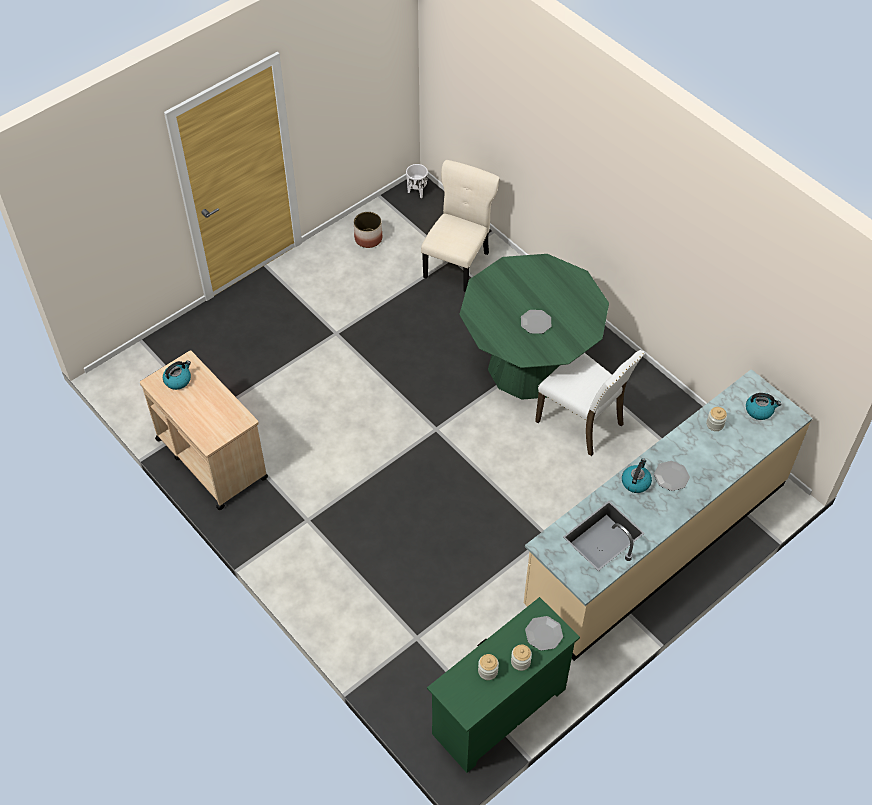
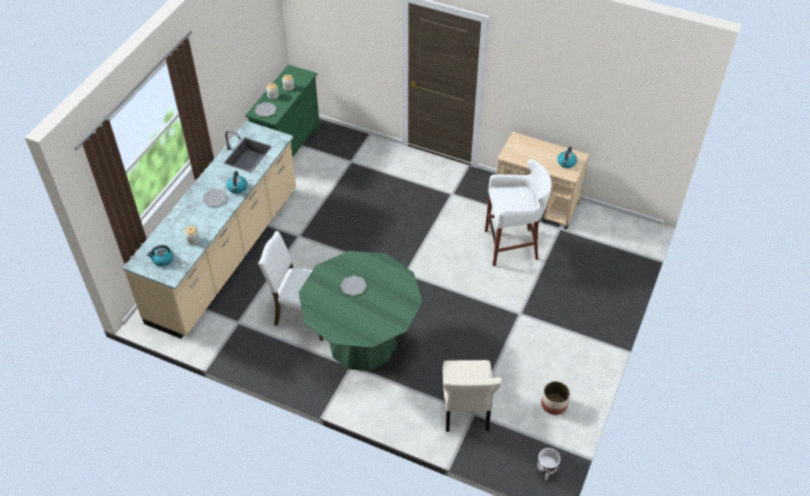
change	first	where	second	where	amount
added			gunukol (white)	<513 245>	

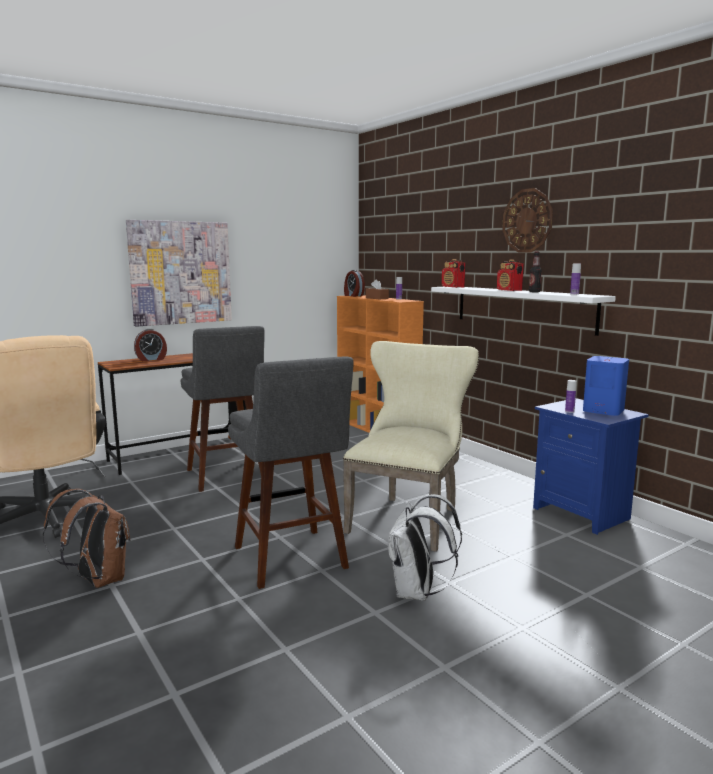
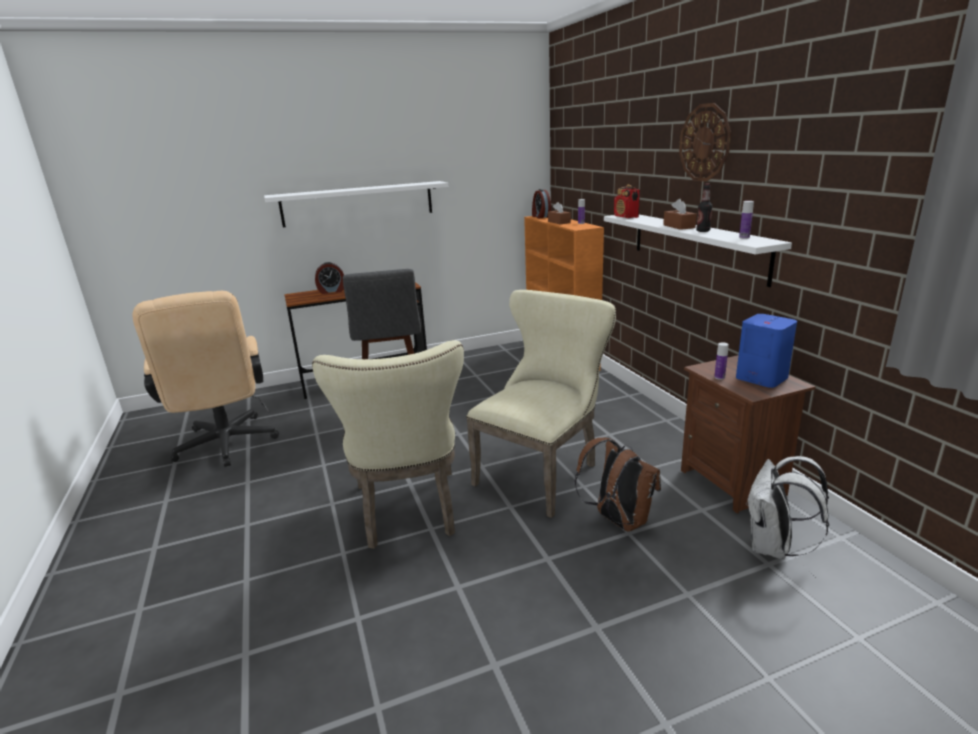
change	first	where	second	where	amount
replaced	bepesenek	<180 273>	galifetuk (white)	<358 203>	
replaced	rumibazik	<509 290>	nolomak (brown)	<679 226>	
replaced	gunukol (grey)	<292 560>	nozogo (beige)	<409 513>	
recoloured	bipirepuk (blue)	<582 513>	bipirepuk (brown)	<734 482>	
moved	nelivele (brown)	<97 580>		<617 520>	
moved	nelivele (white)	<417 592>		<773 548>	

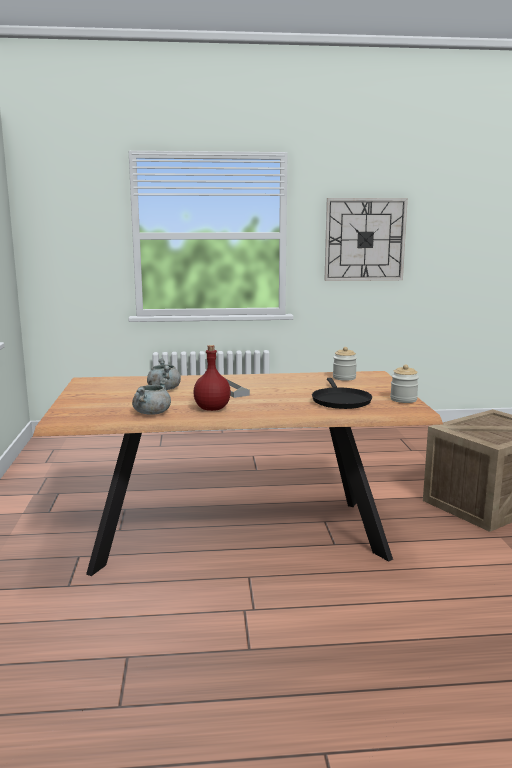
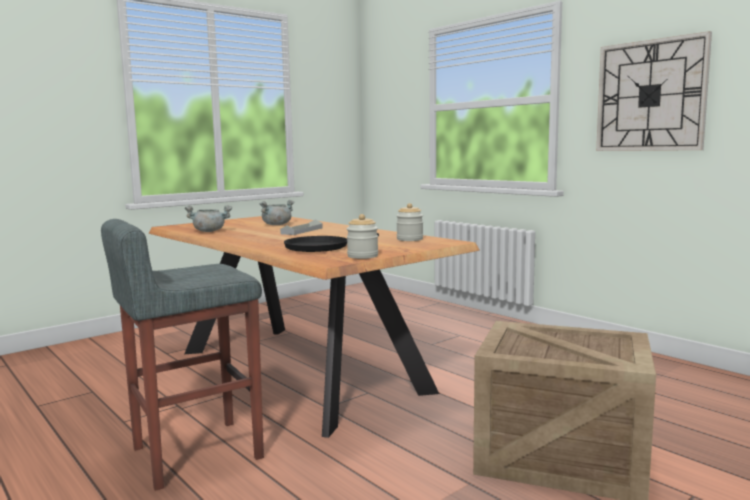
change	first	where	second	where	amount
removed	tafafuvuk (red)	<211 408>			
added			gunukol (grey)	<194 453>	

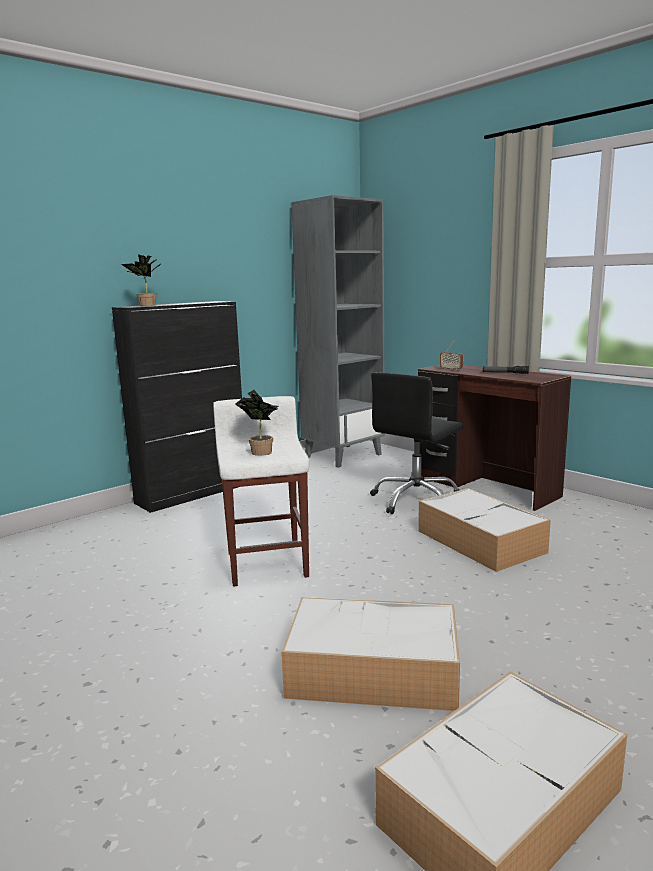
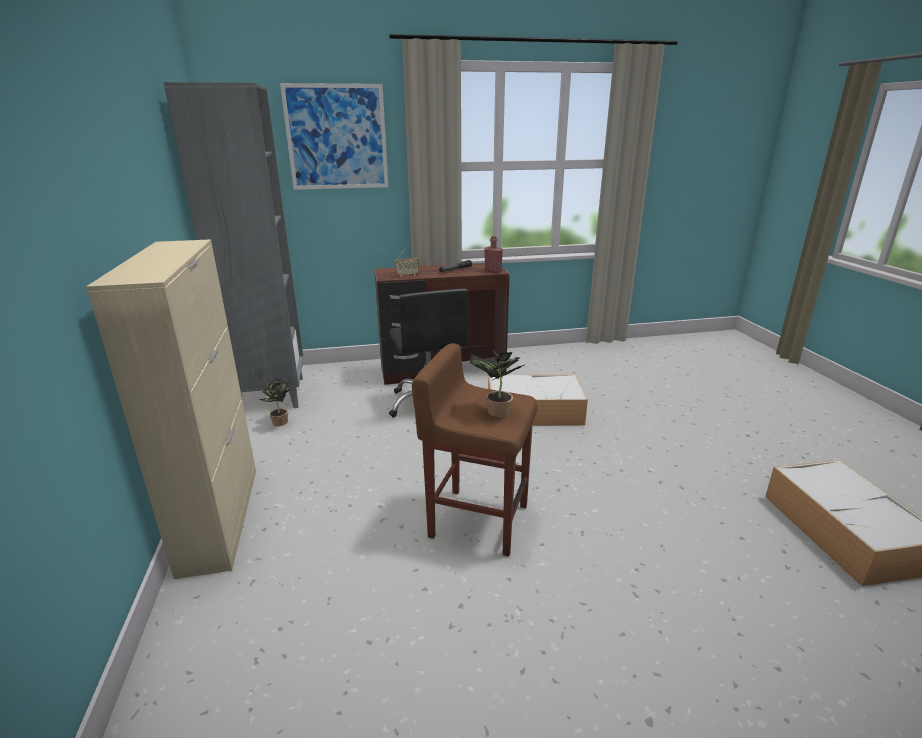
change	first	where	second	where	amount
moved	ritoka	<146 306>		<281 423>	
recoloured	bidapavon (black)	<193 493>	bidapavon (beige)	<221 517>	
recoloured	gunukol (white)	<267 563>	gunukol (brown)	<477 520>	
removed	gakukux	<370 671>			
added			bepesenek	<337 137>	
added			tafafuvuk (red)	<493 271>	

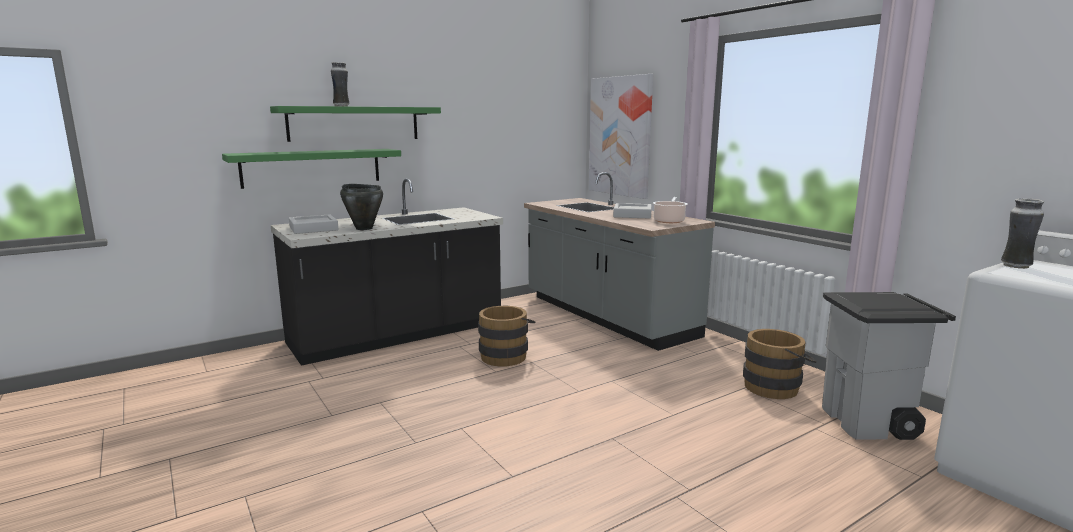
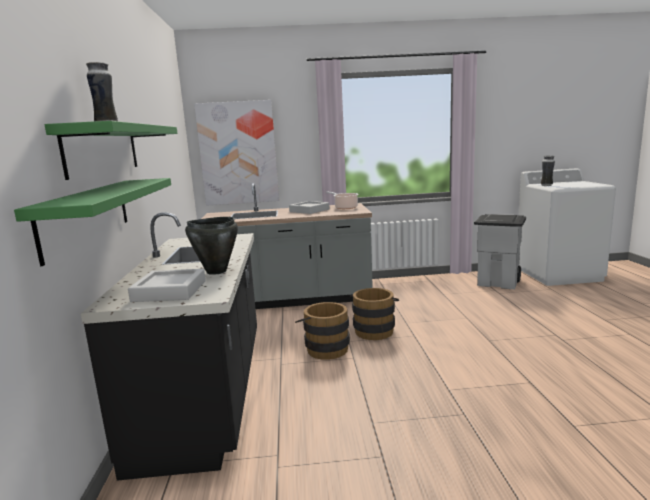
change	first	where	second	where	amount
moved	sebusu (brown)	<775 387>		<375 330>	

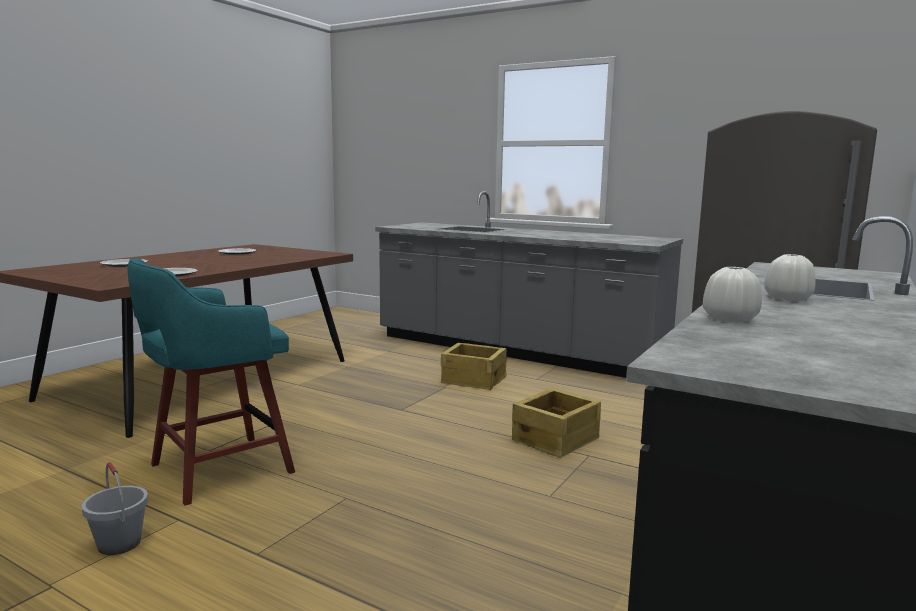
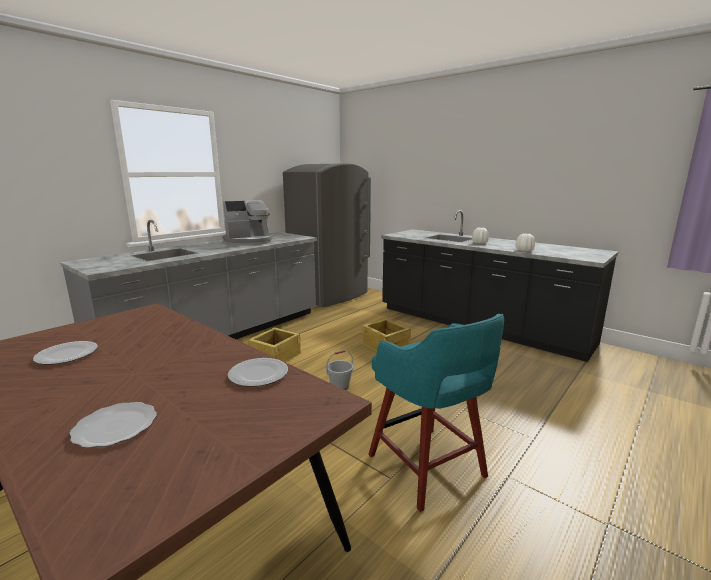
change	first	where	second	where	amount
moved	sebusu (grey)	<120 544>		<340 386>	
added			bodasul	<249 241>	

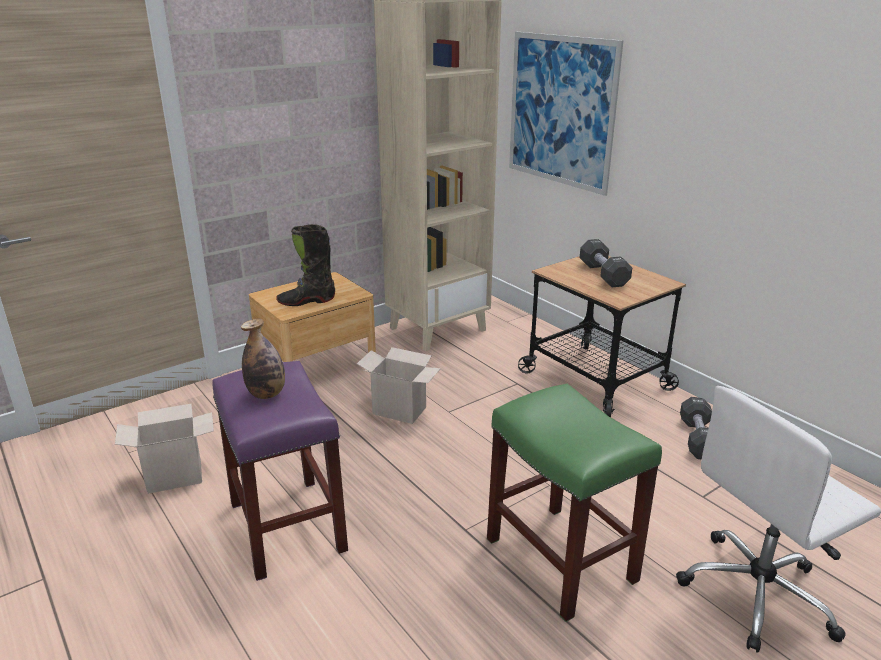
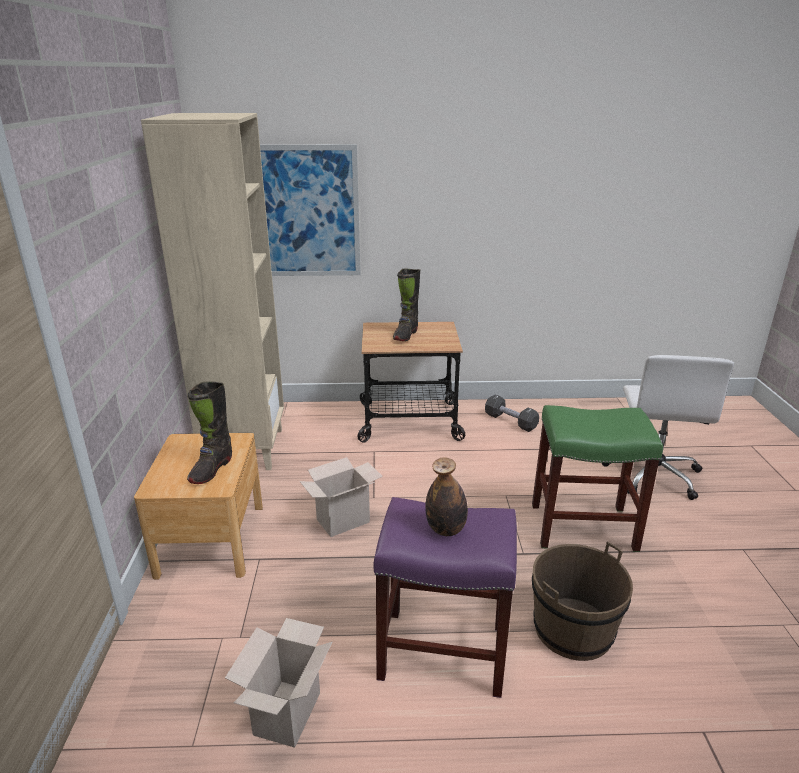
change	first	where	second	where	amount
replaced	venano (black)	<603 275>	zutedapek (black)	<405 335>	
added			sebusu (brown)	<573 630>	

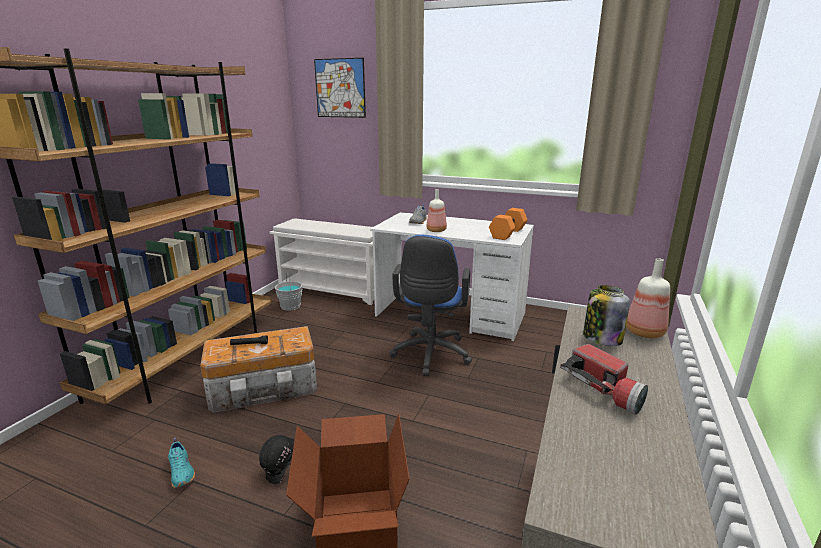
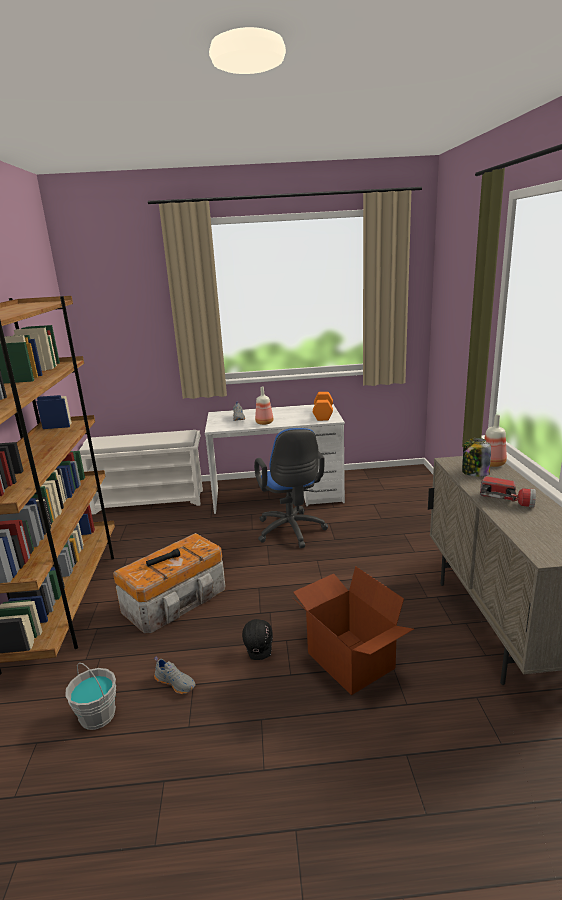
change	first	where	second	where	amount
removed	bepesenek	<340 88>			
moved	sebusu (grey)	<290 306>		<97 715>	
recoloured	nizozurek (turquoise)	<182 472>	nizozurek (grey)	<176 682>	

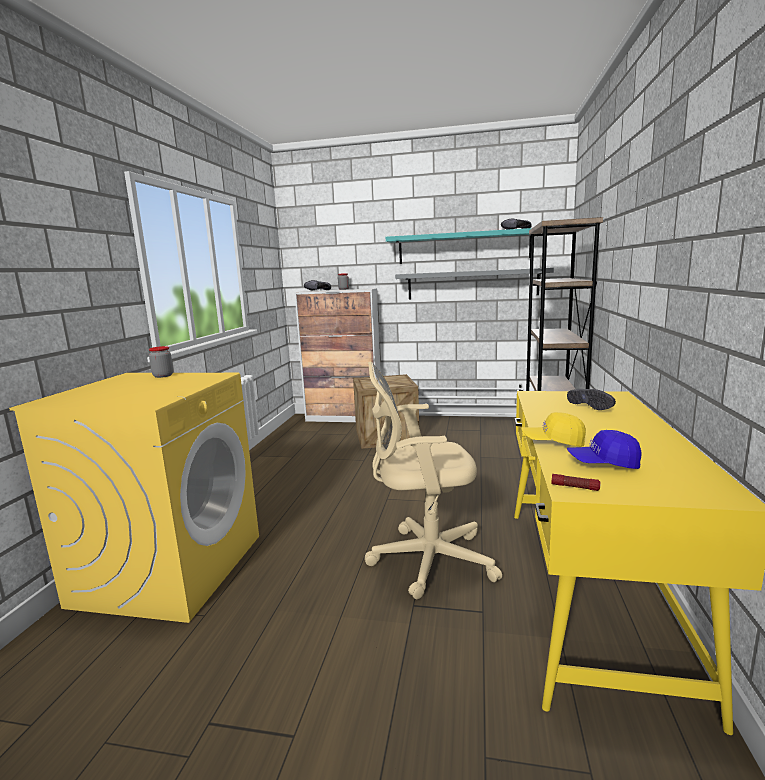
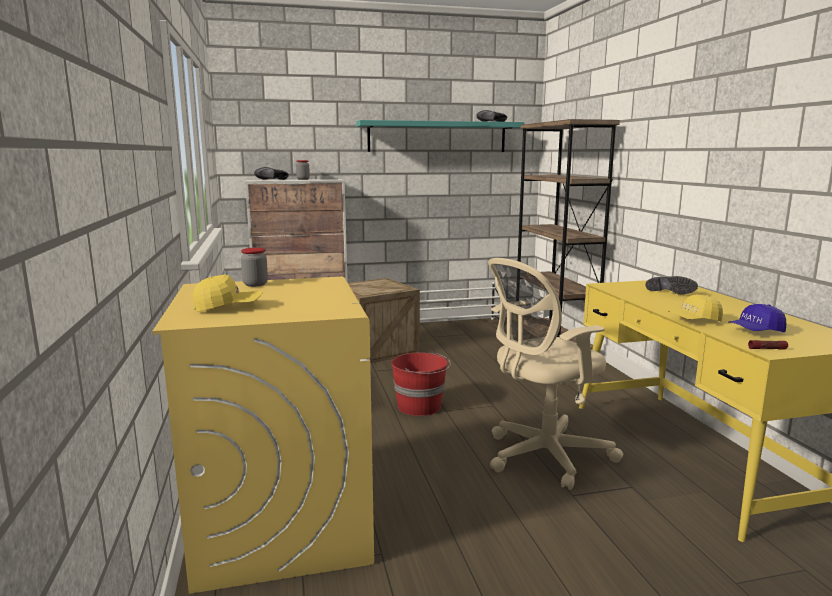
change	first	where	second	where	amount
removed	galifetuk (grey)	<472 284>			
added			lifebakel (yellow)	<228 307>	
added			sebusu (red)	<420 406>	

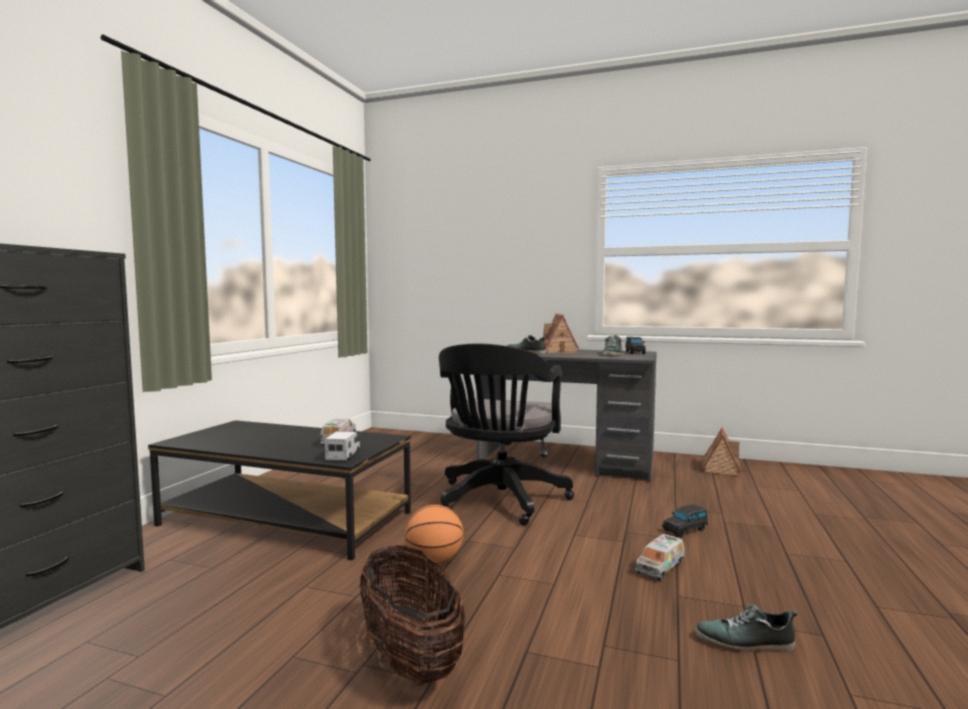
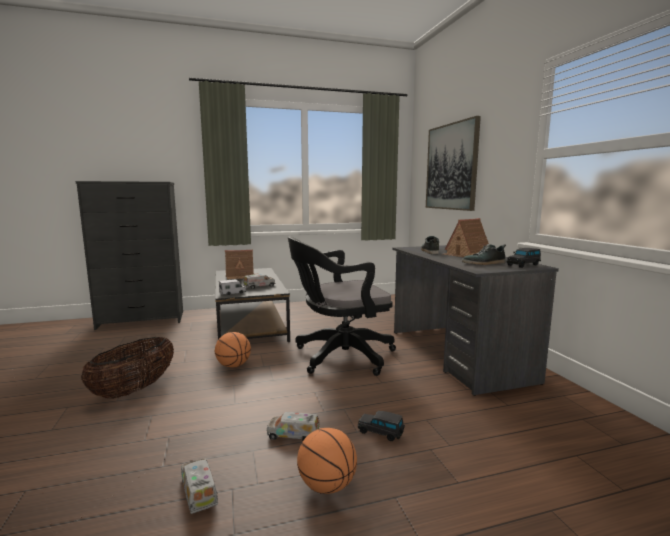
change	first	where	second	where	amount
moved	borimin	<720 468>		<242 276>	
replaced	nizozurek	<745 642>	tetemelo	<199 491>	
added			bepesenek	<451 167>	
added			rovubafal	<327 486>	

